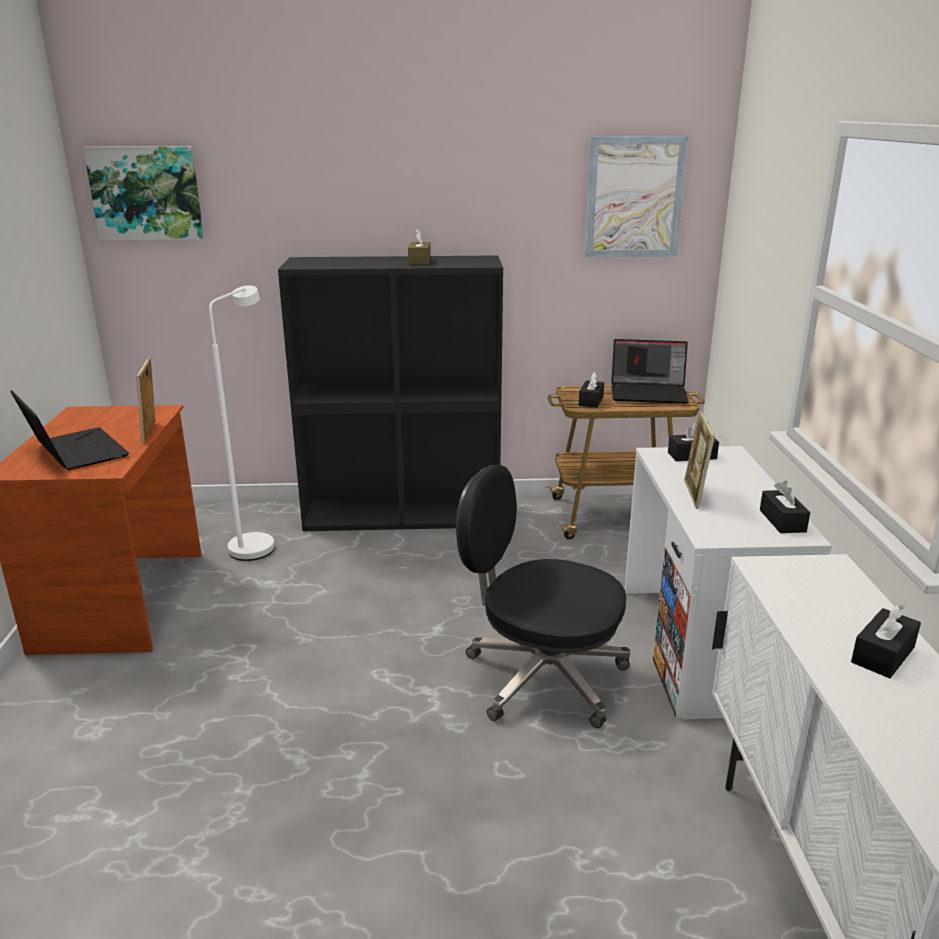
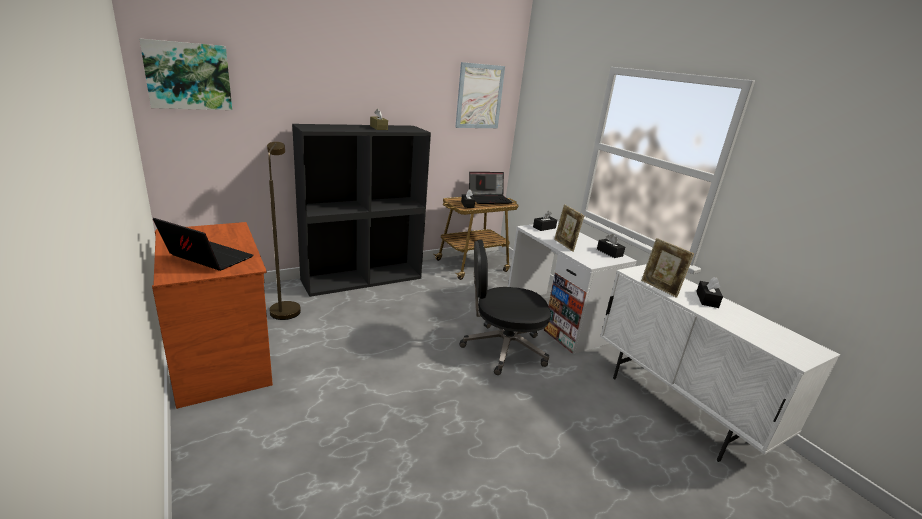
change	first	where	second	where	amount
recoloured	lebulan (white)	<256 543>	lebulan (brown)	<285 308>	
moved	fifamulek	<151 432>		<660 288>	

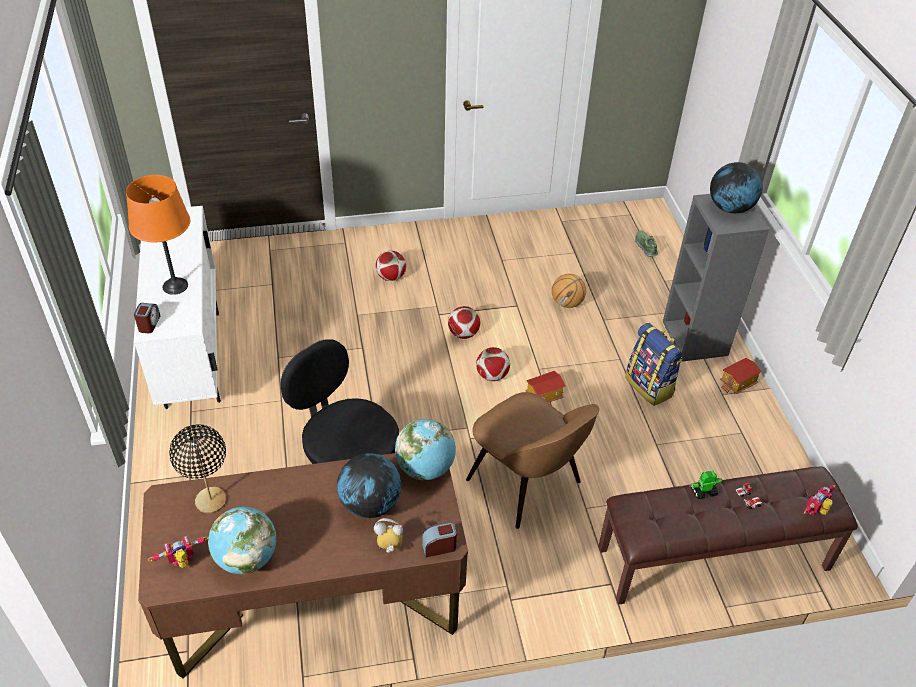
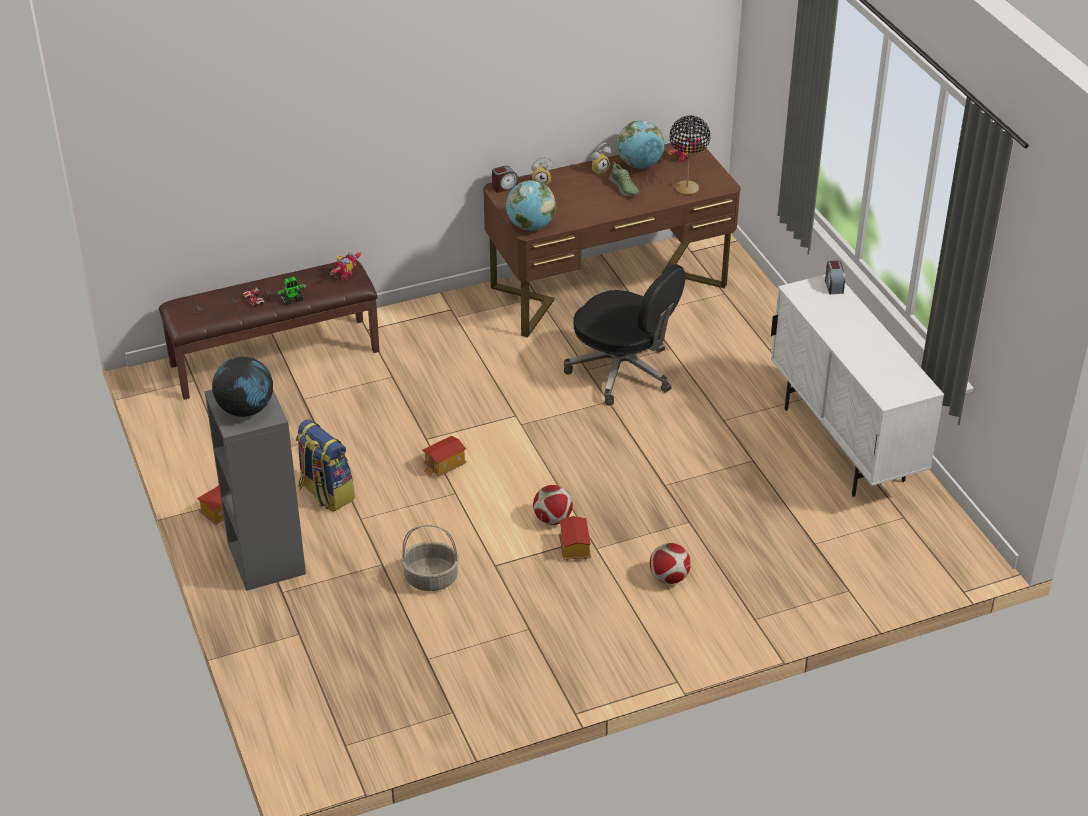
change	first	where	second	where	amount
removed	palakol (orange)	<175 286>			
moved	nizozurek	<645 246>		<624 188>	
replaced	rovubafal	<567 303>	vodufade	<430 579>	
removed	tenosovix	<492 375>			
removed	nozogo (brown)	<527 484>			
removed	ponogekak	<370 504>			
moved	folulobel	<816 511>		<345 275>	
added			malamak	<599 169>	
added			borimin	<574 548>	

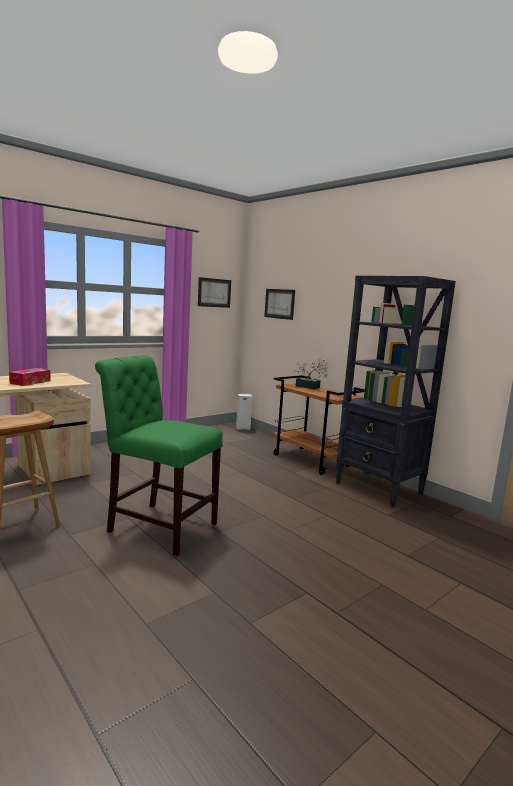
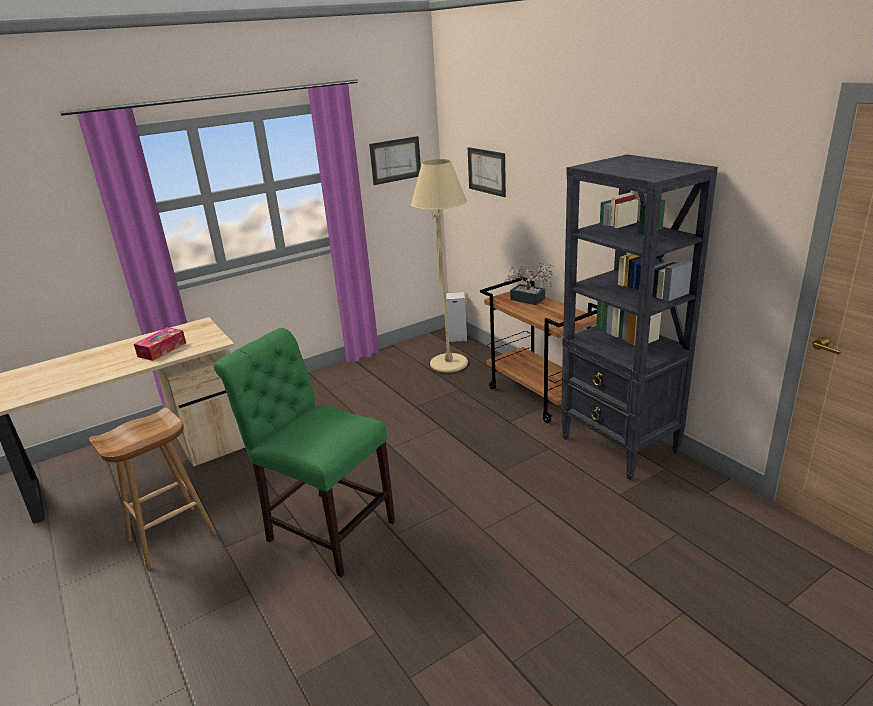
change	first	where	second	where	amount
added			lebulan (beige)	<449 364>	

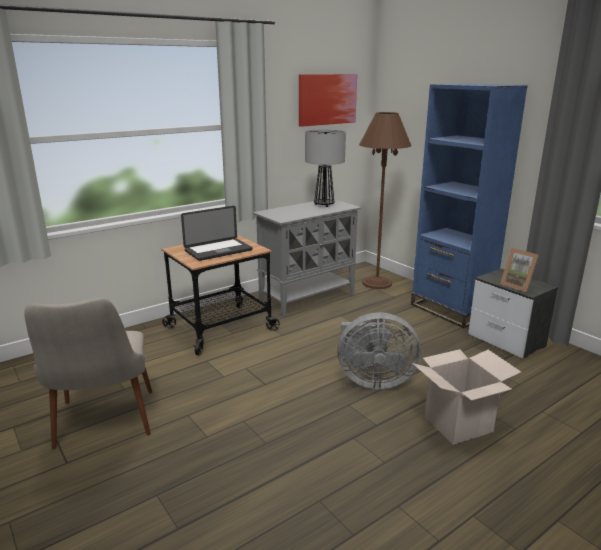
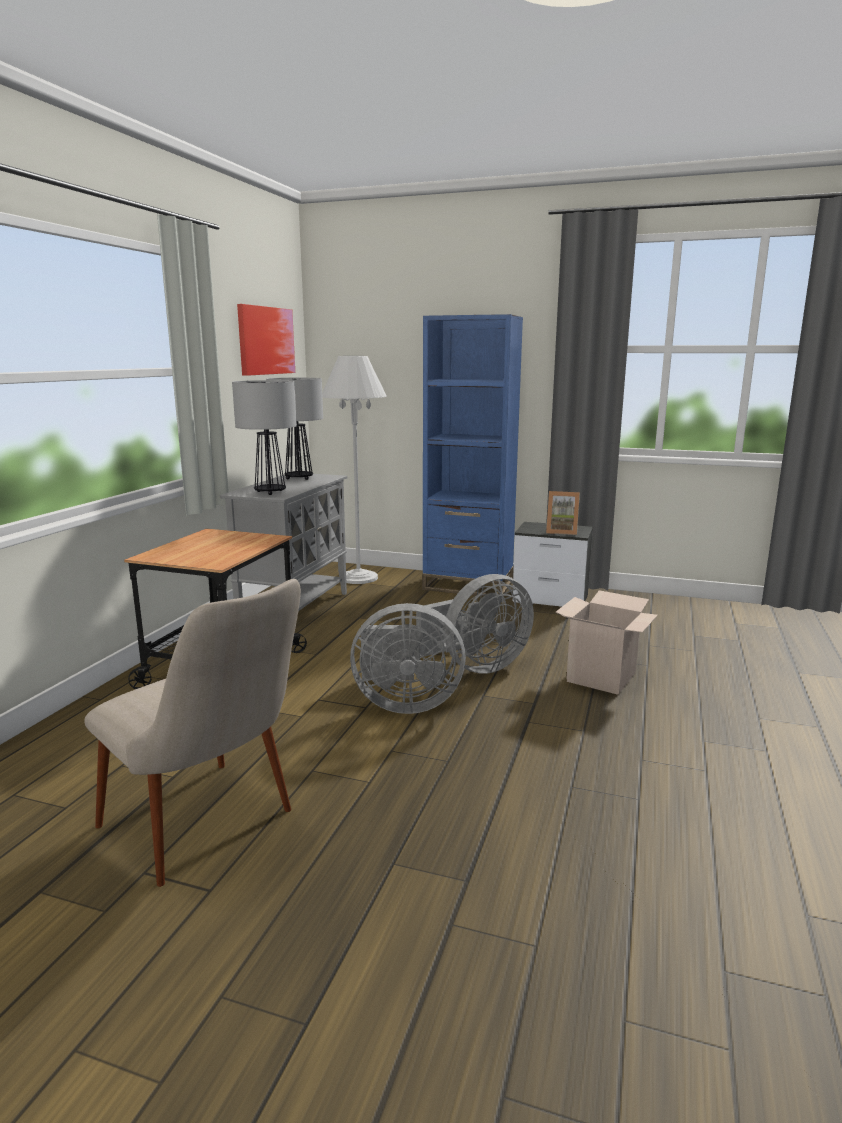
change	first	where	second	where	amount
recoloured	lebulan (brown)	<377 283>	lebulan (white)	<358 578>	
removed	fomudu	<218 250>			
added			palakol	<269 492>	
added			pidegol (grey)	<404 703>	

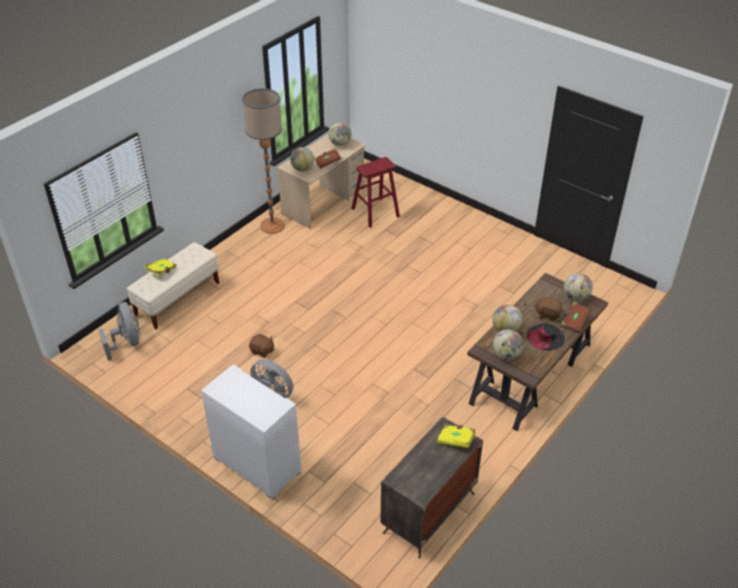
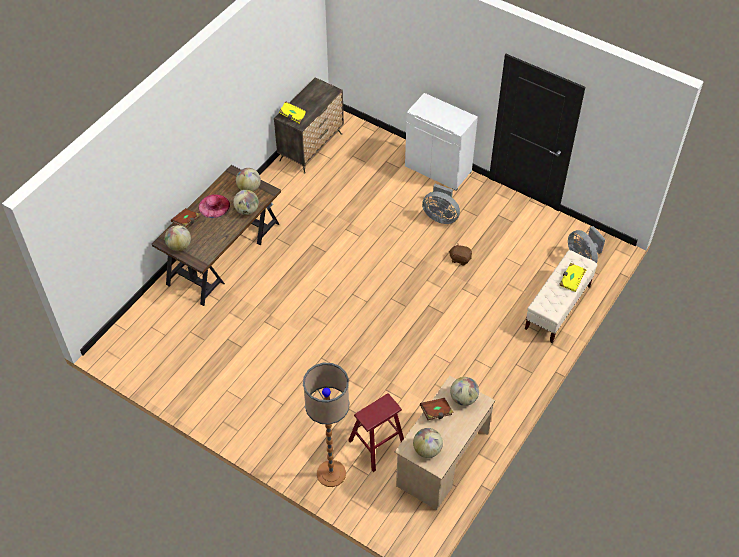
change	first	where	second	where	amount
moved	lebulan	<272 226>		<331 473>	
removed	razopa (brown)	<547 314>			
recoloured	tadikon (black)	<545 337>	tadikon (pink)	<214 206>	

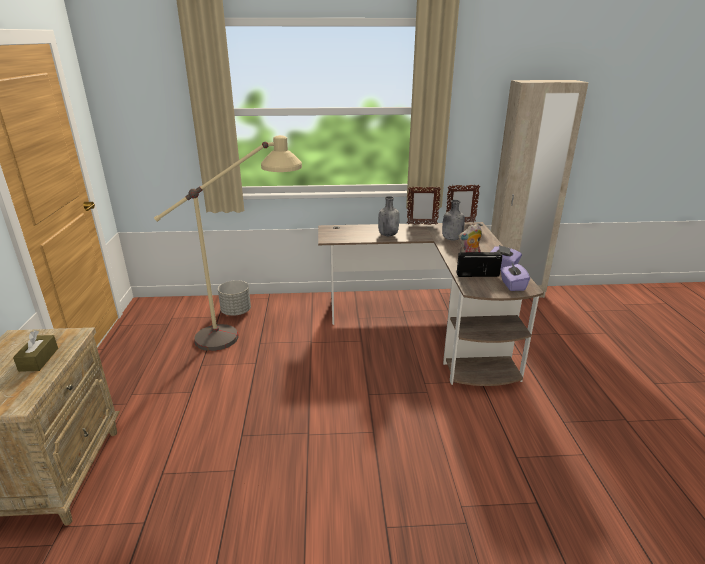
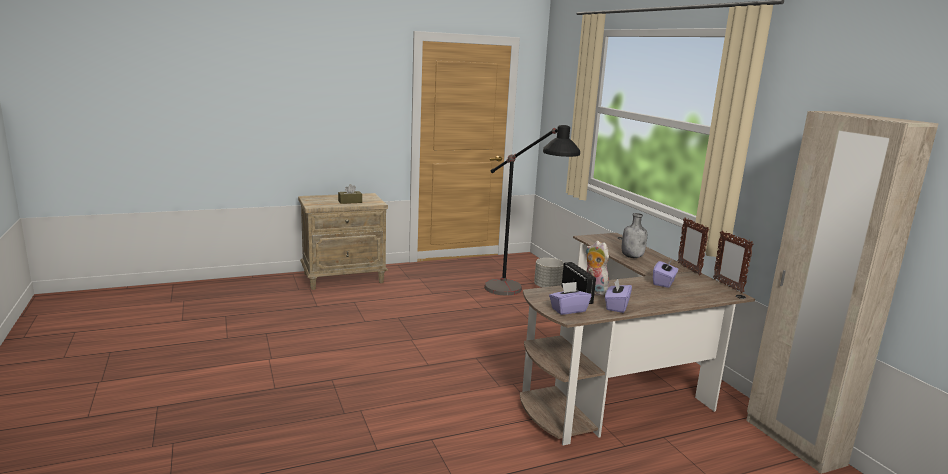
change	first	where	second	where	amount
recoloured	lebulan (beige)	<247 334>	lebulan (black)	<519 297>	
replaced	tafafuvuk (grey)	<451 239>	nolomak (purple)	<664 283>	

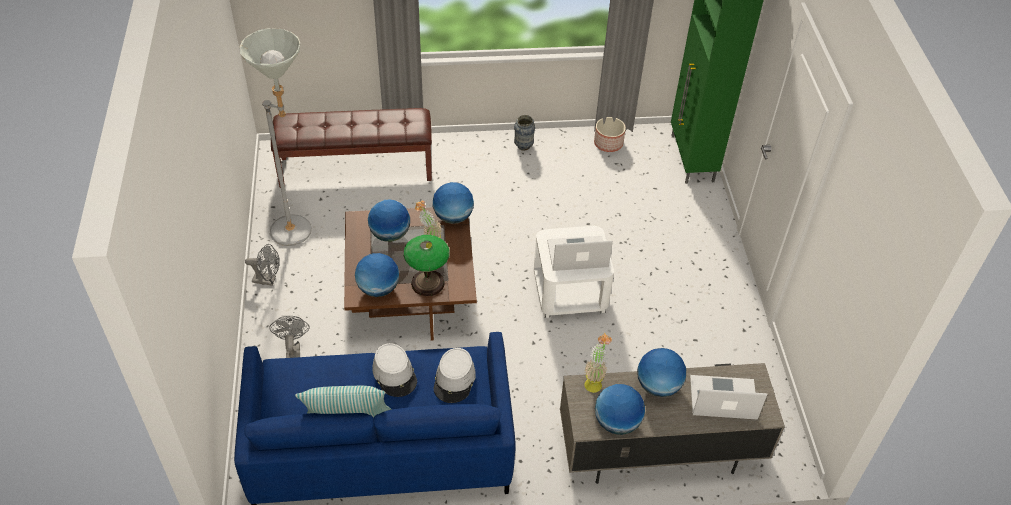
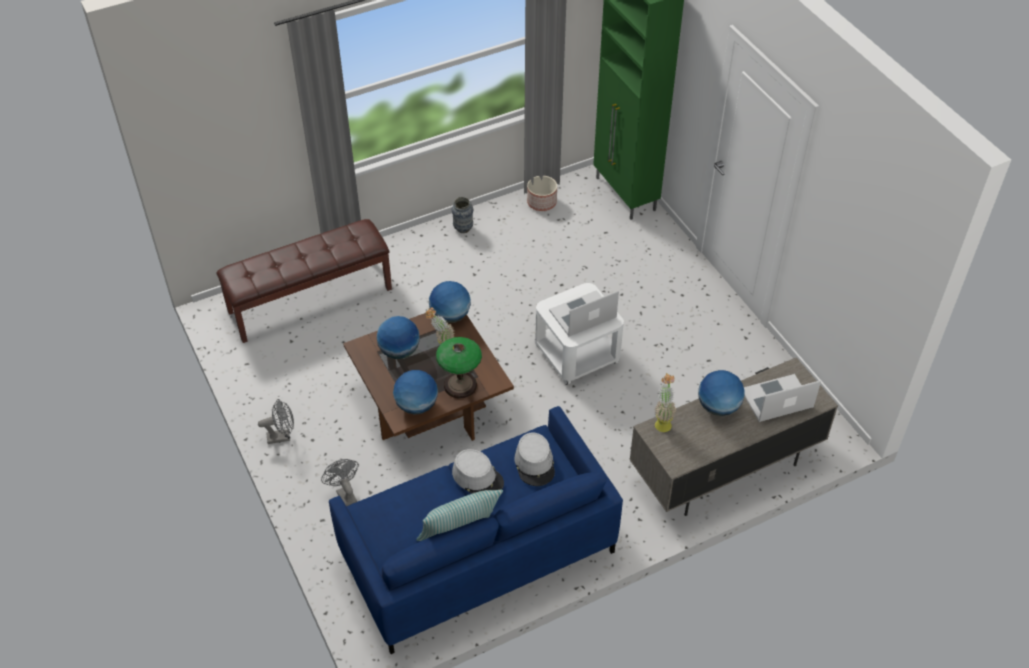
change	first	where	second	where	amount
removed	lebulan (grey)	<299 232>			
removed	ponogekak	<617 422>			

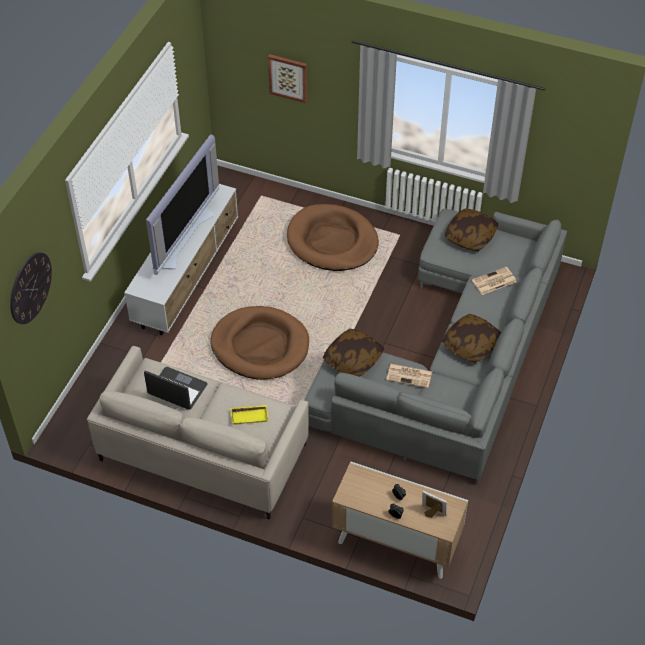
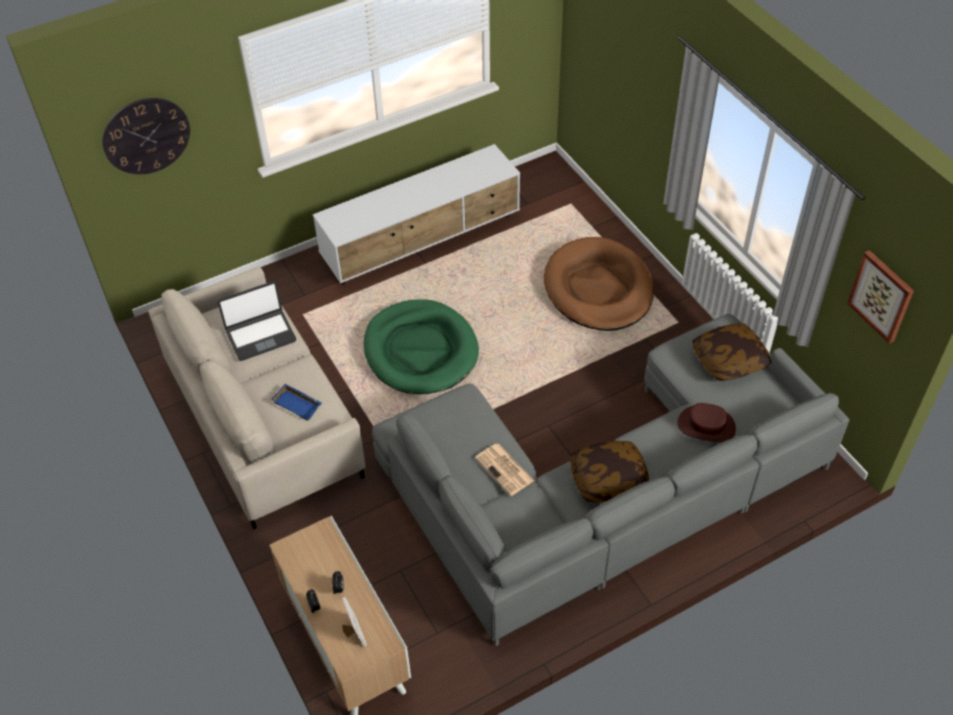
change	first	where	second	where	amount
moved	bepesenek	<288 77>		<881 296>	
removed	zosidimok	<181 236>			
replaced	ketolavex	<493 281>	tadikon (brown)	<706 426>	
recoloured	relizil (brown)	<260 346>	relizil (green)	<420 350>	
removed	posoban	<353 359>			
turned	fomudu	<177 390>		<260 335>	90 degrees clockwise
recoloured	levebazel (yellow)	<250 415>	levebazel (blue)	<298 404>	

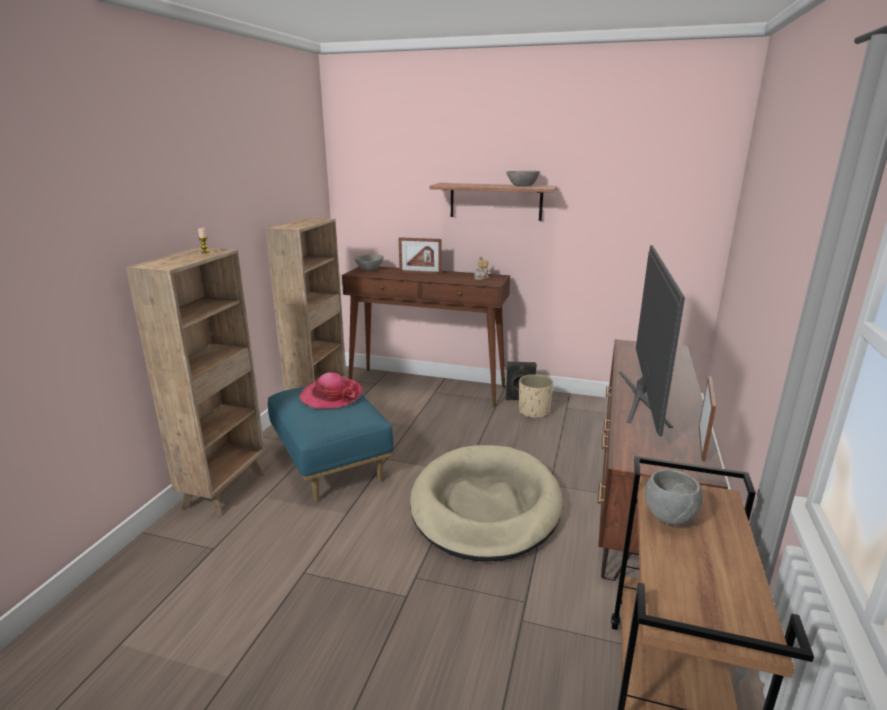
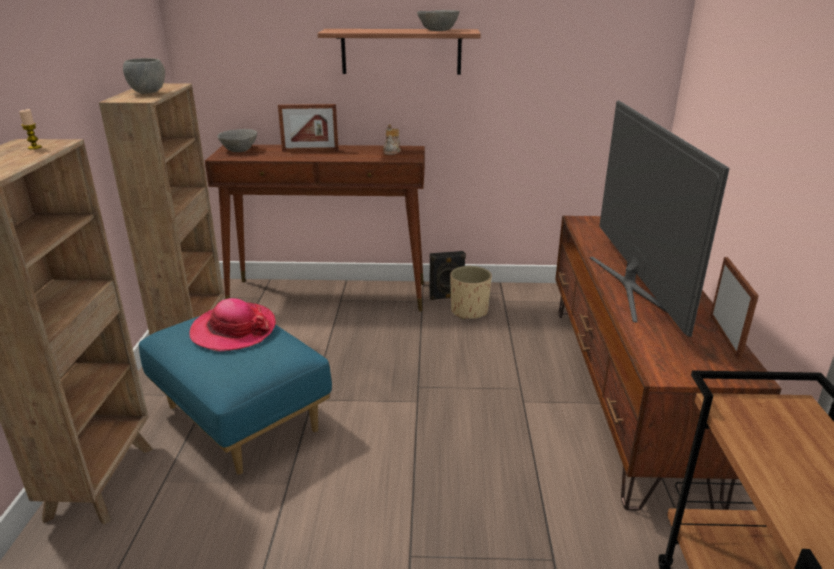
change	first	where	second	where	amount
removed	relizil (beige)	<485 506>			
moved	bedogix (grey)	<669 518>		<149 93>	

